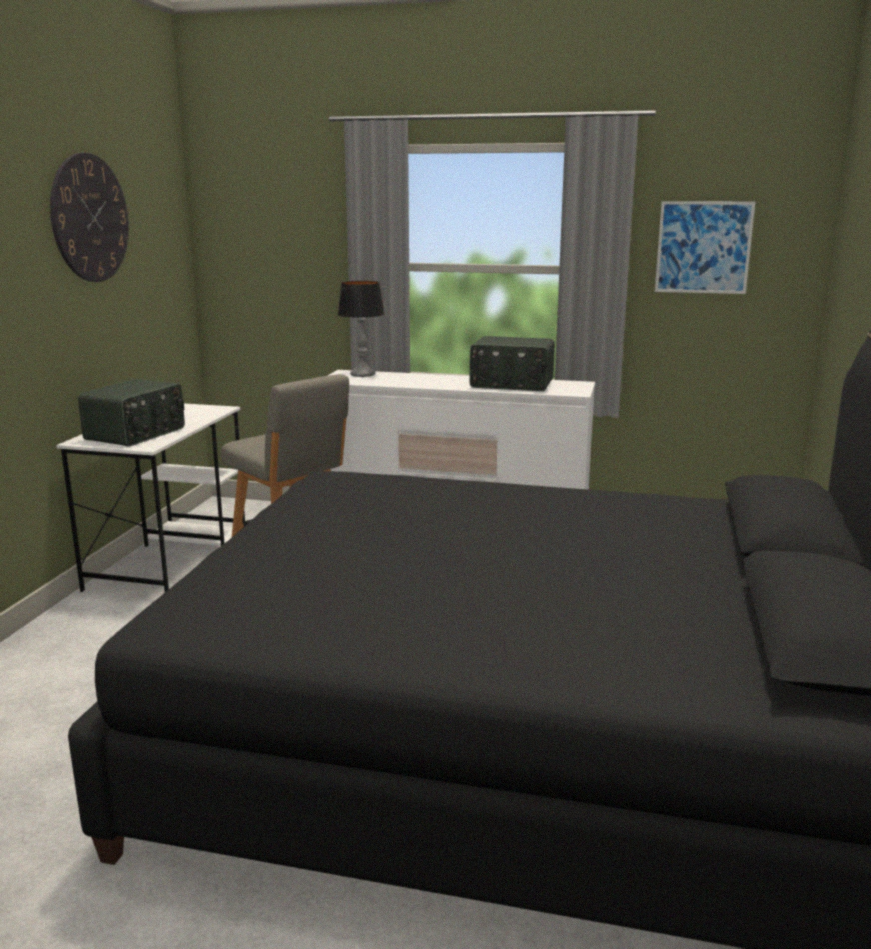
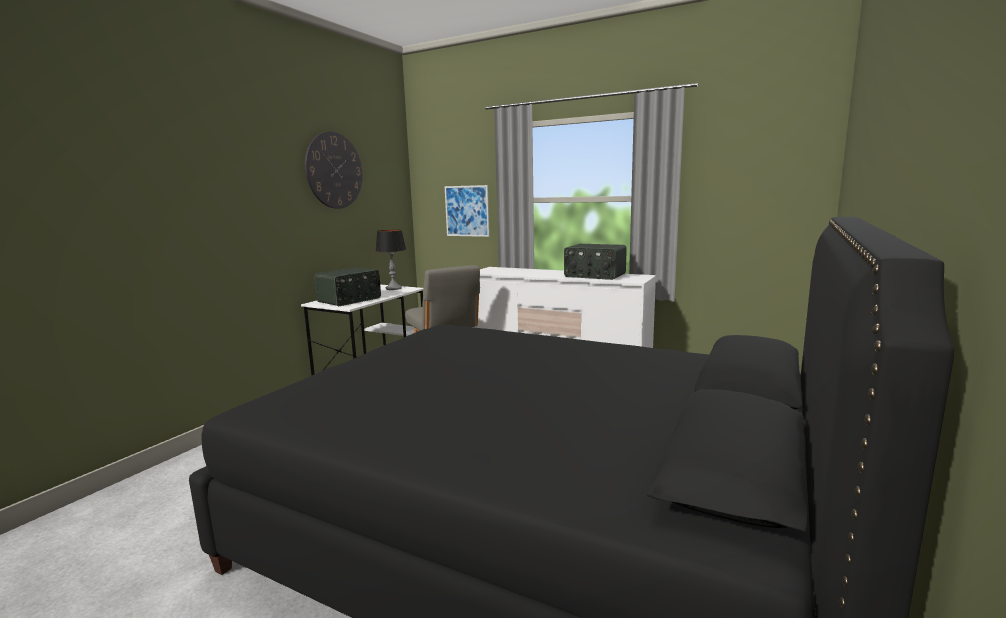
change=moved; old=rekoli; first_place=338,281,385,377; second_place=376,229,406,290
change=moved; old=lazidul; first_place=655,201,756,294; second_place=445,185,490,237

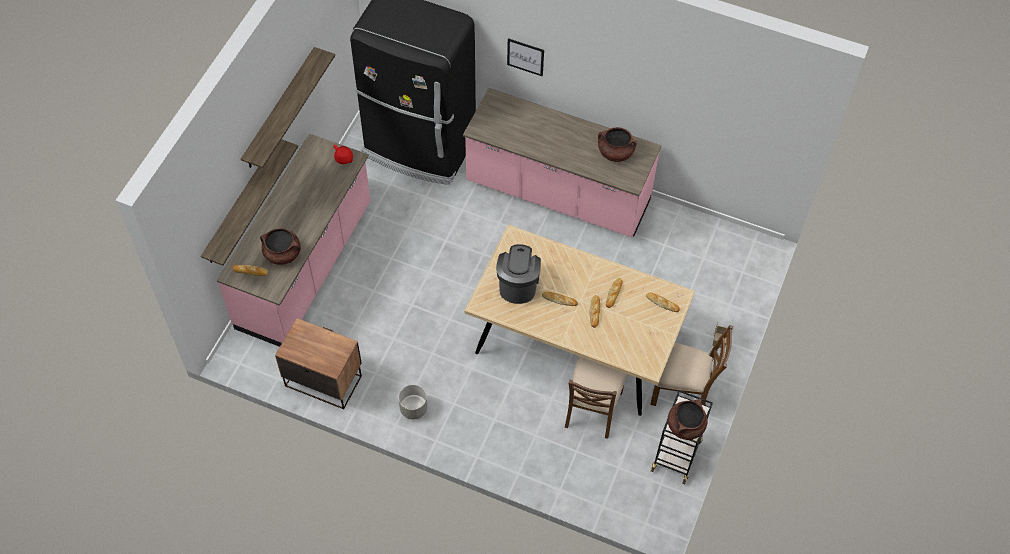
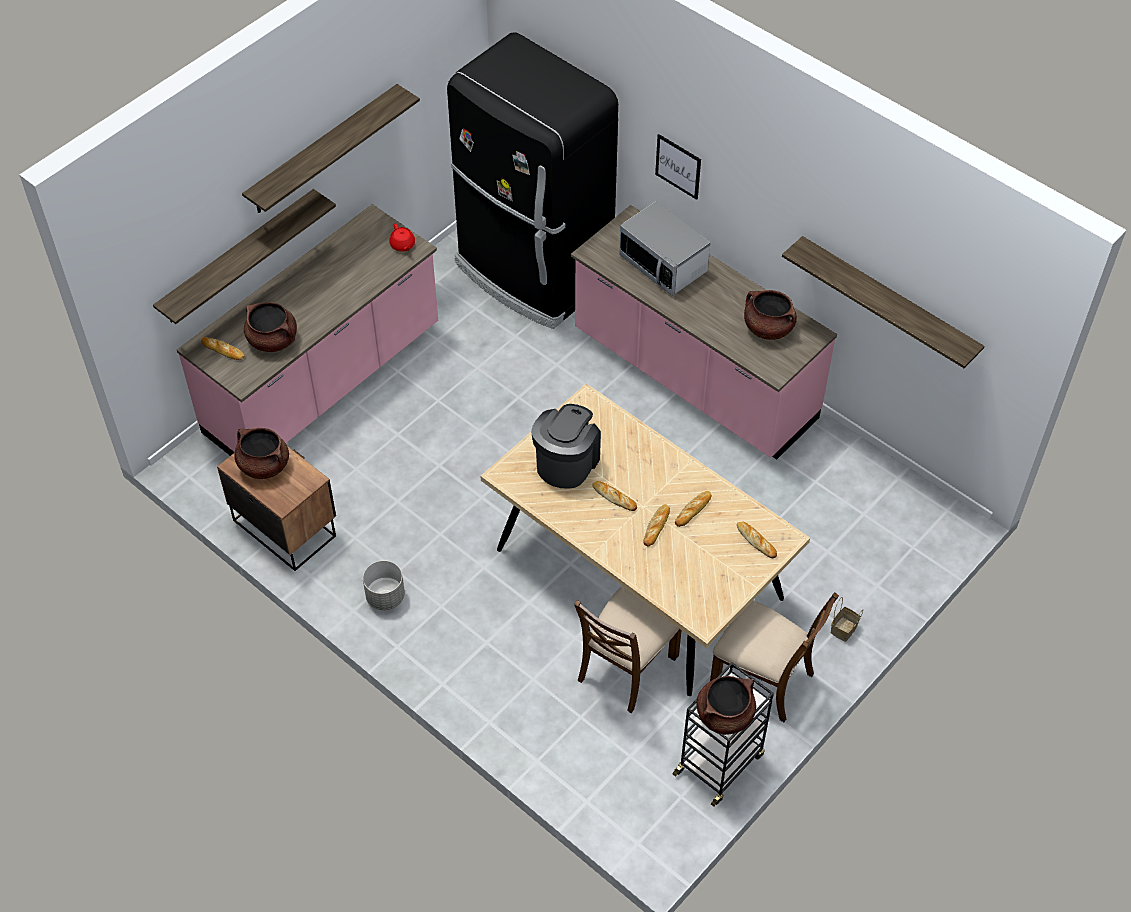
change=added; new=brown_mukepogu; second_place=234,428,289,479
change=added; new=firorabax; second_place=619,201,711,296
change=added; new=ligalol; second_place=782,236,985,368

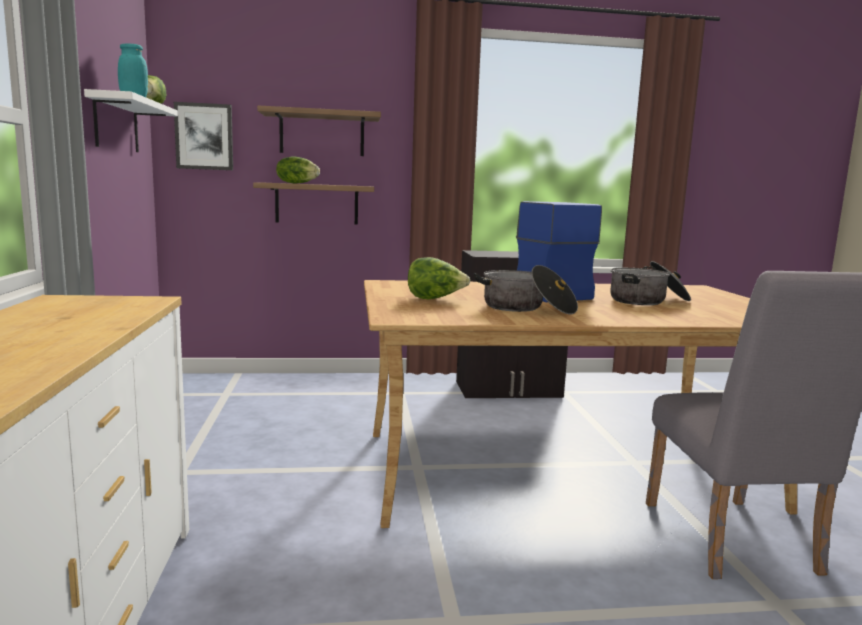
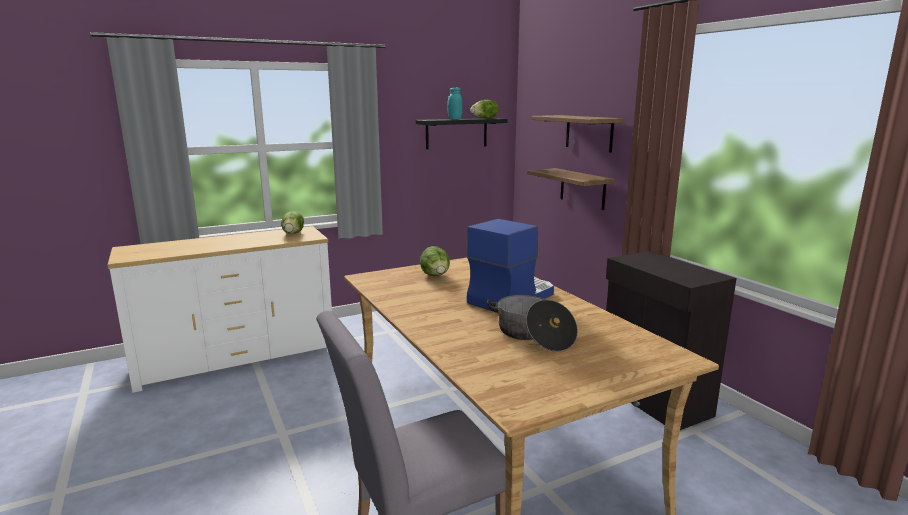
change=moved; old=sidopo; first_place=276,157,320,183; second_place=281,211,304,234
change=recoloured; old=white_ligalol; new=black_ligalol; first_place=84,89,178,152; second_place=416,118,507,149
change=removed; old=lazidul; first_place=174,102,233,170
change=removed; old=mukepogu; first_place=473,265,578,315

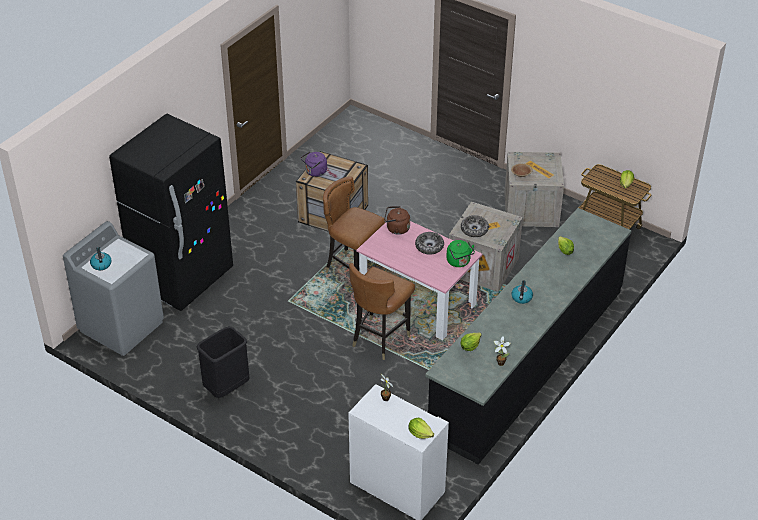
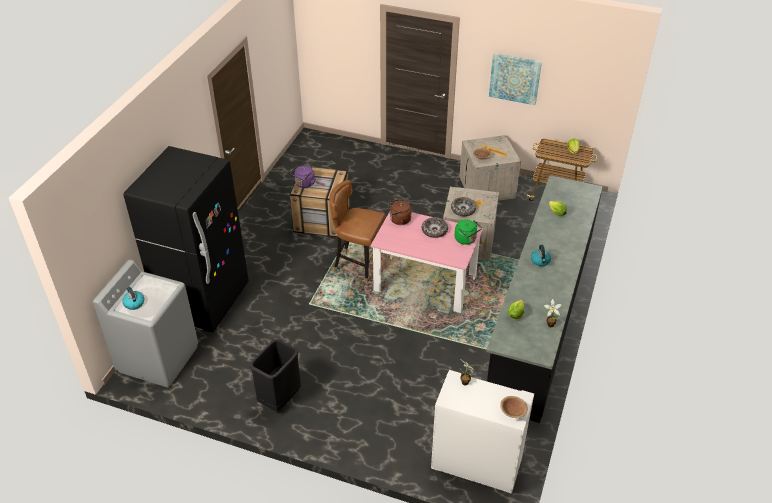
change=added; new=lazidul; second_place=489,53,542,105
change=replaced; old=sidopo; new=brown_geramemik; first_place=408,417,434,439; second_place=500,396,528,418
change=removed; old=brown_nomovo; first_place=349,263,415,360

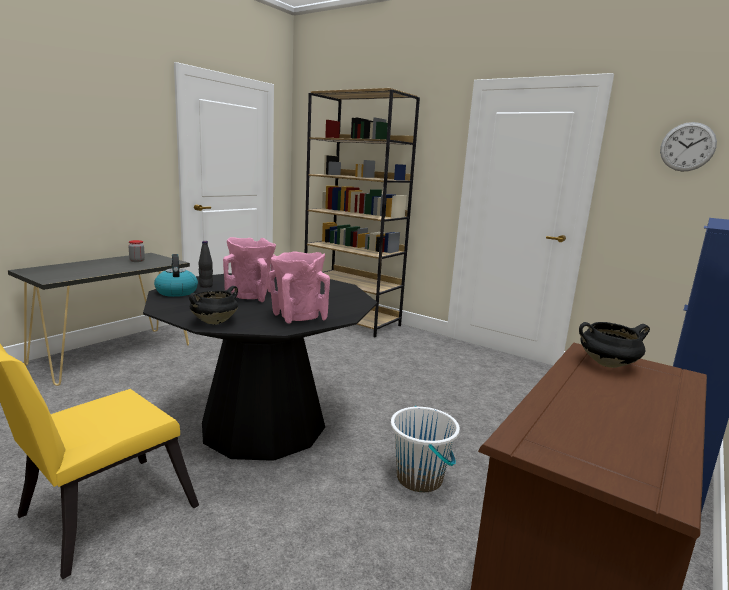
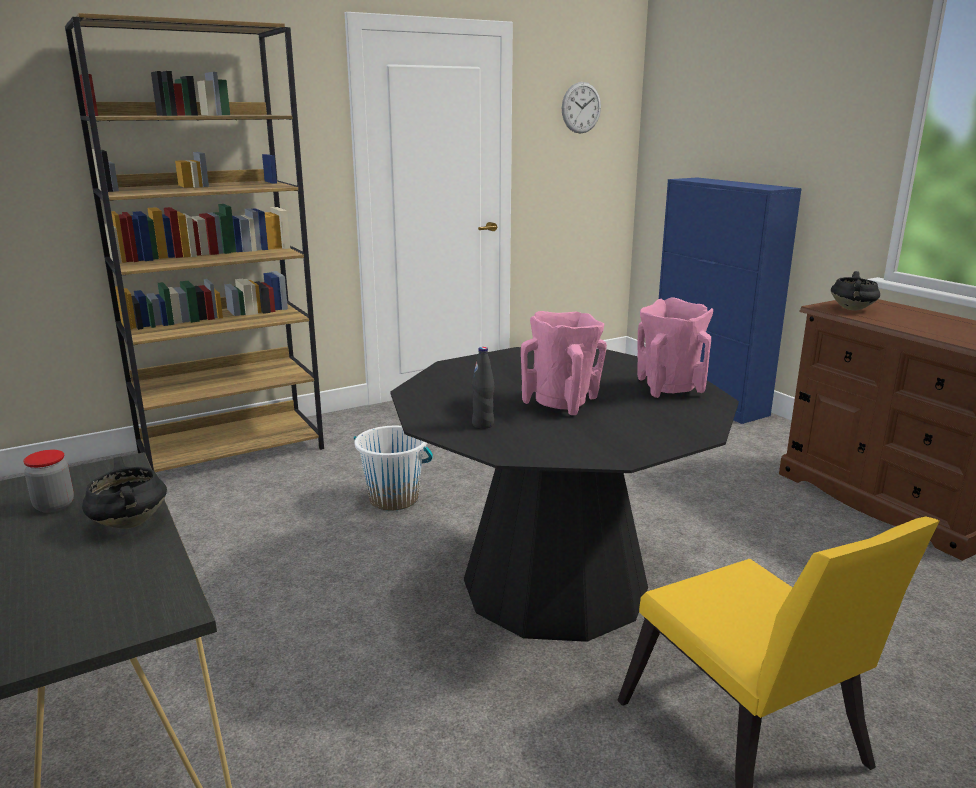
change=moved; old=black_mukepogu; first_place=189,286,238,324; second_place=82,457,167,529
change=moved; old=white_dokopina; first_place=391,406,460,492; second_place=354,426,433,511
change=removed; old=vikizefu; first_place=154,254,198,297

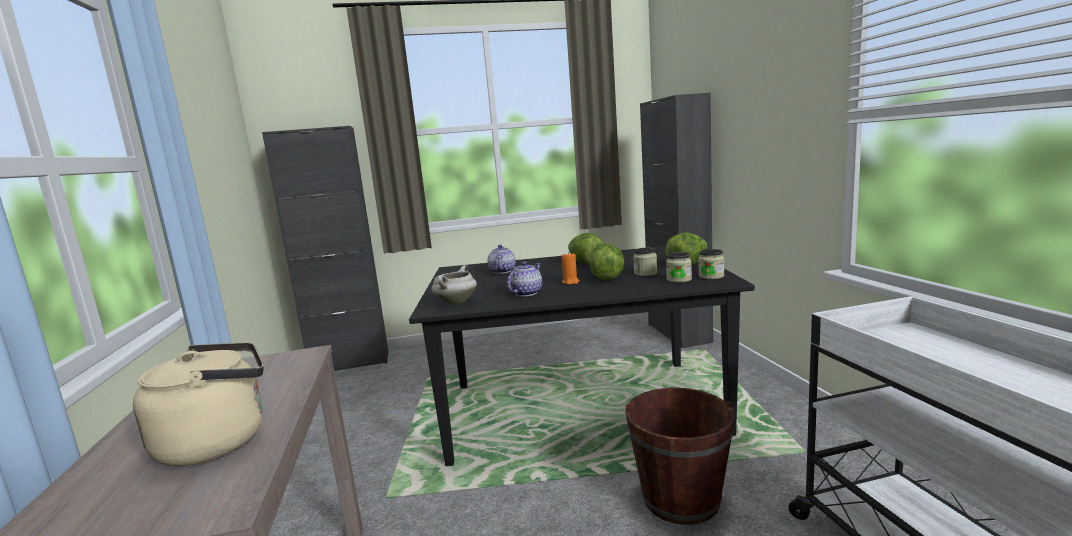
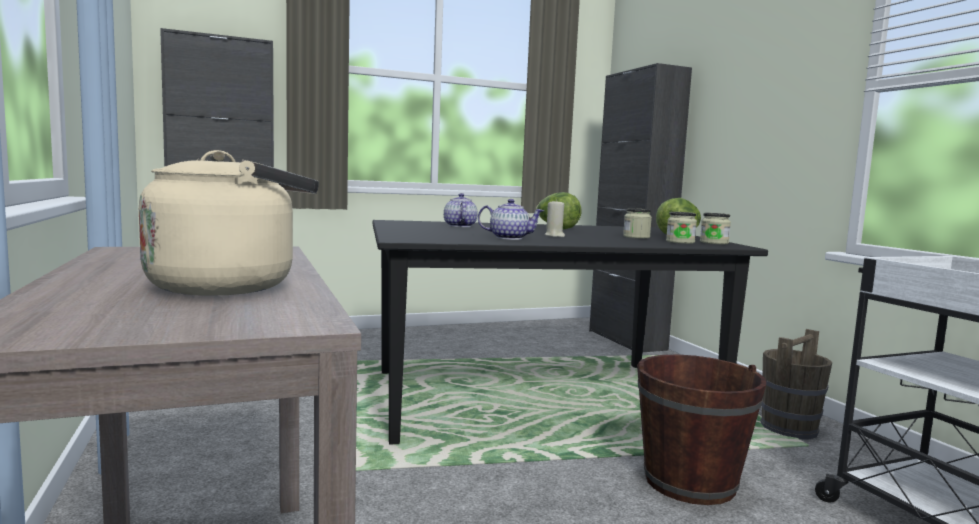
change=turned; old=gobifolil; first_place=507,261,542,296; second_place=478,199,544,240; degrees=75
change=recoloured; old=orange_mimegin; new=beige_mimegin; first_place=562,252,580,284; second_place=544,199,565,237
change=added; new=brown_dokopina; second_place=761,329,832,439
change=removed; old=white_mukepogu; first_place=432,265,477,304
change=removed; old=sidopo; first_place=589,244,625,280

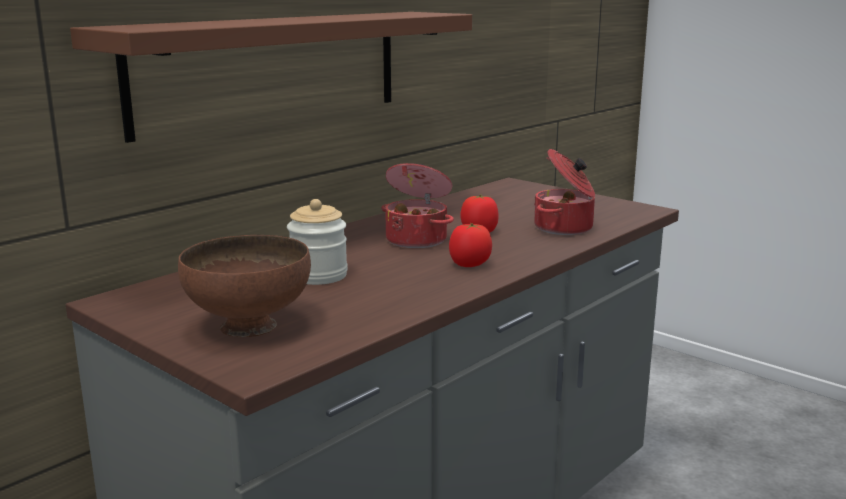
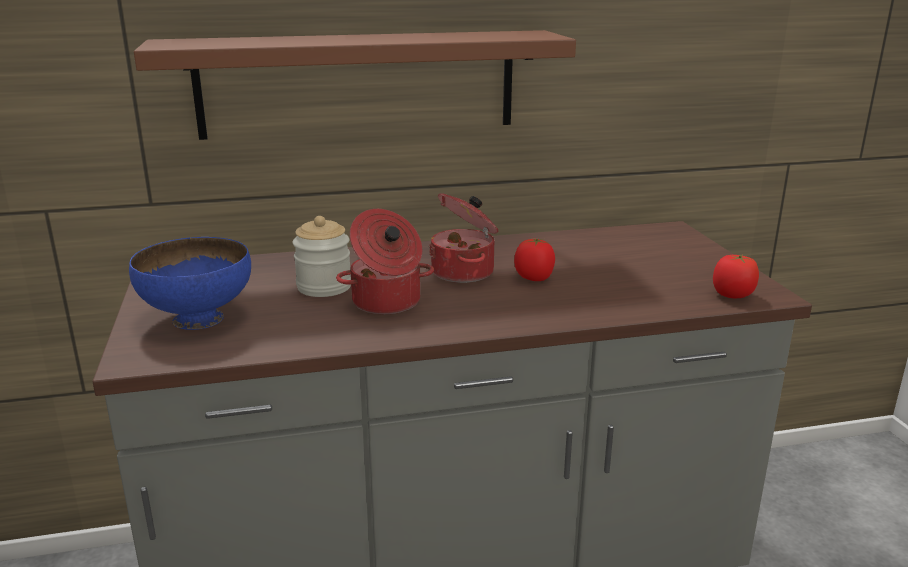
change=recoloured; old=brown_geramemik; new=blue_geramemik; first_place=178,235,311,337; second_place=129,237,251,330
change=moved; old=mukepogu; first_place=534,149,595,235; second_place=336,209,434,314
change=moved; old=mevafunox; first_place=449,223,492,267; second_place=713,255,759,298

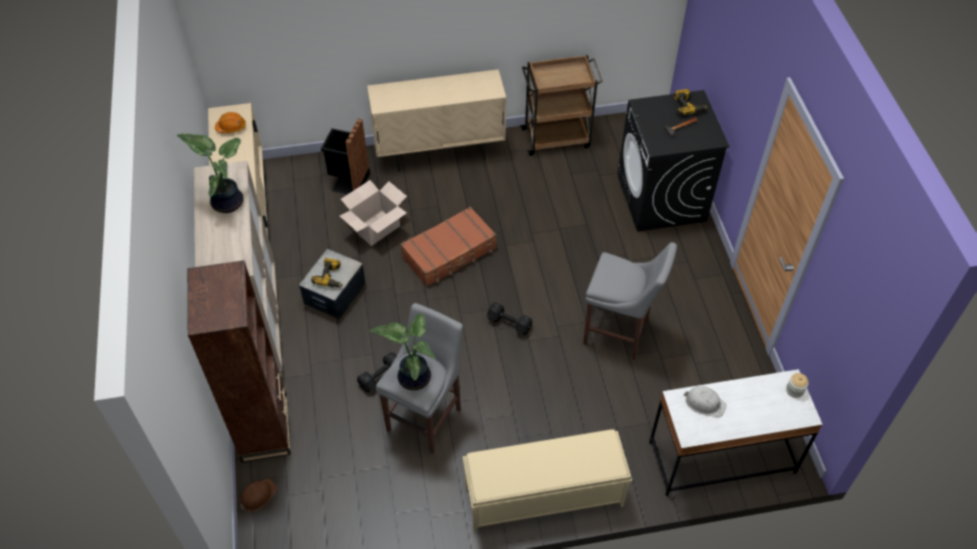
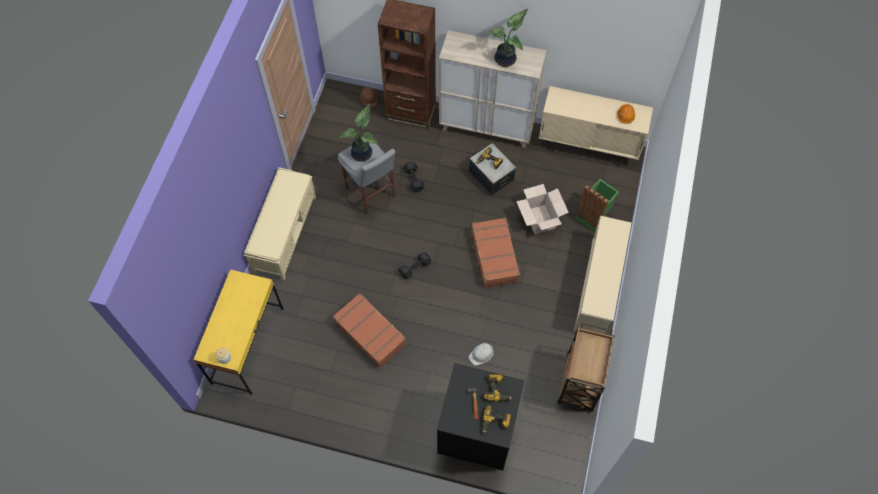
change=recoloured; old=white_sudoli; new=yellow_sudoli; first_place=649,369,823,496; second_place=193,269,283,395
change=replaced; old=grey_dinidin; new=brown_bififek; first_place=583,242,677,360; second_place=332,293,406,369
change=moved; old=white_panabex; first_place=684,386,726,417; second_place=469,343,494,366
change=added; new=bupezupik; second_place=483,374,512,401
change=replaced; old=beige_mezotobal; new=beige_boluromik; first_place=367,69,506,172; second_place=574,216,632,334
change=recoloured; old=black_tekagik; new=green_tekagik; first_place=321,119,370,195; second_place=575,179,619,232

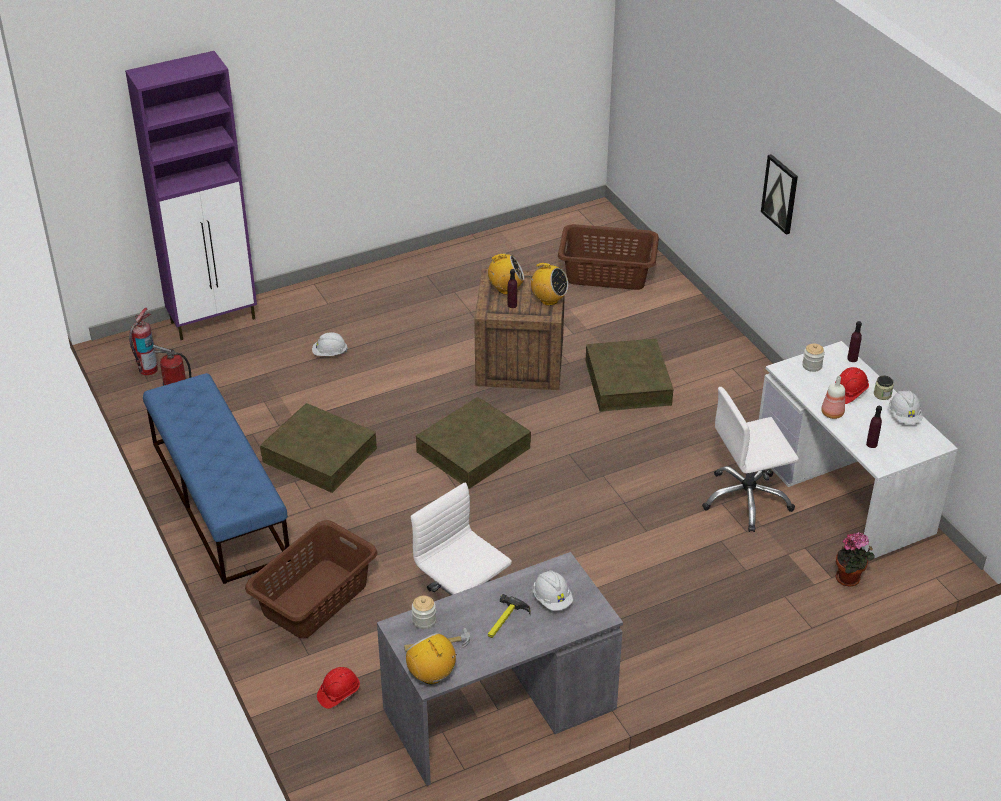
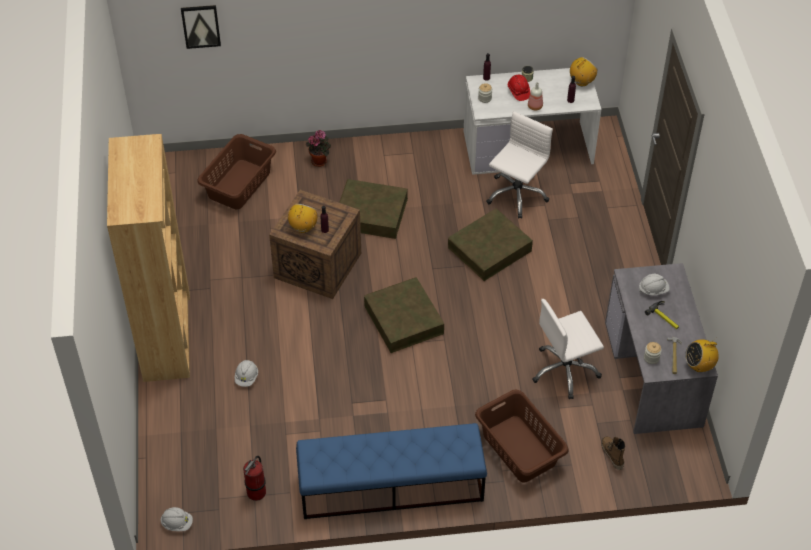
change=added; new=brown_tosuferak; second_place=107,134,190,382
change=moved; old=white_panabex; first_place=889,390,922,424; second_place=160,507,193,531
change=moved; old=lazidul; first_place=761,154,798,235; second_place=181,5,221,49
change=moved; old=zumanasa; first_place=836,532,875,587; second_place=306,130,331,167
change=moved; old=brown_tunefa; first_place=260,403,377,493; second_place=448,208,533,281
change=turned; old=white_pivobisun; first_place=702,387,799,532; second_place=486,111,553,219; degrees=-150
change=moved; old=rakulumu; first_place=530,263,568,306; second_place=570,57,598,86
change=replaced; old=red_panabex; new=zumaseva; first_place=317,667,360,709; second_place=601,436,625,470
change=removed; old=purple_mezotobal; first_place=125,51,257,340
change=removed; old=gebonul; first_place=129,308,158,375

